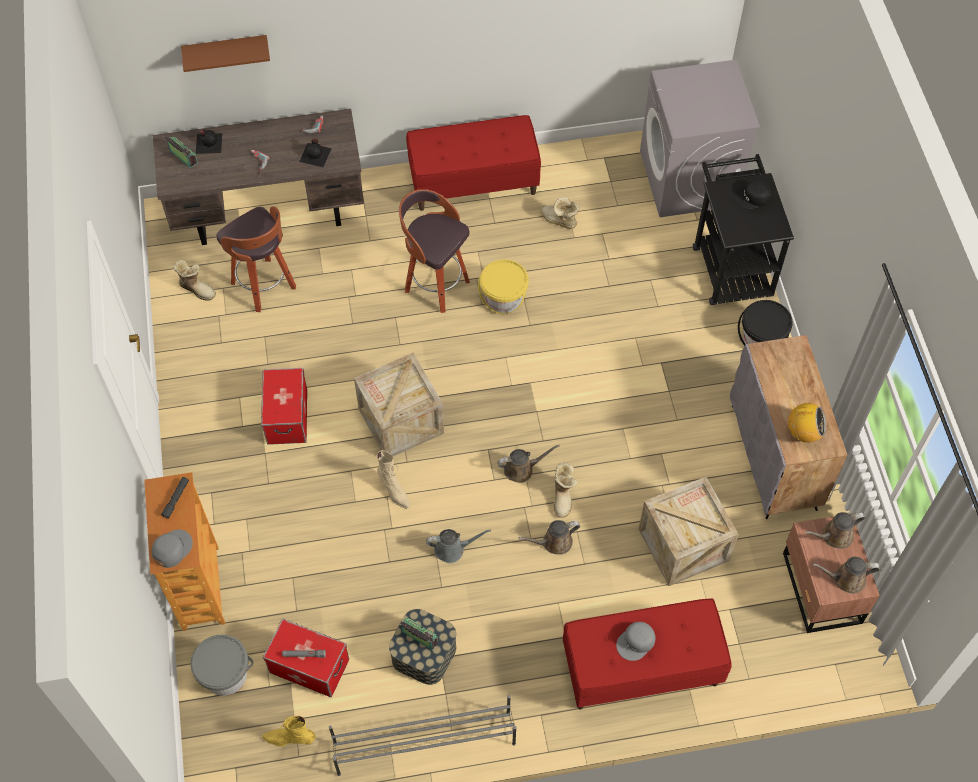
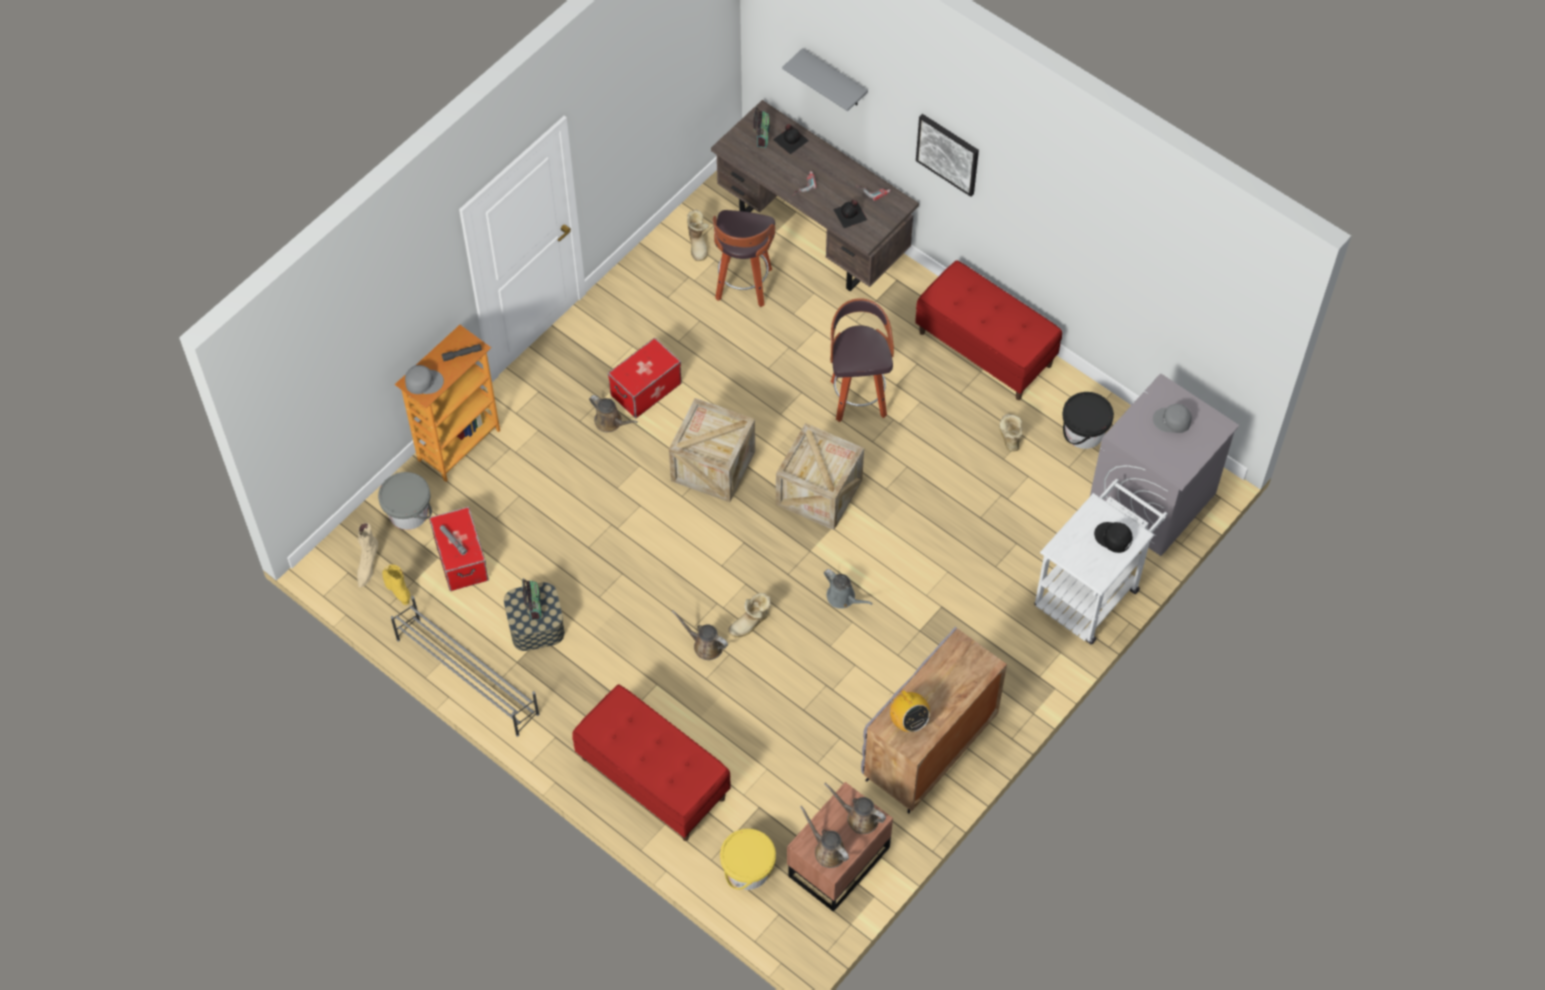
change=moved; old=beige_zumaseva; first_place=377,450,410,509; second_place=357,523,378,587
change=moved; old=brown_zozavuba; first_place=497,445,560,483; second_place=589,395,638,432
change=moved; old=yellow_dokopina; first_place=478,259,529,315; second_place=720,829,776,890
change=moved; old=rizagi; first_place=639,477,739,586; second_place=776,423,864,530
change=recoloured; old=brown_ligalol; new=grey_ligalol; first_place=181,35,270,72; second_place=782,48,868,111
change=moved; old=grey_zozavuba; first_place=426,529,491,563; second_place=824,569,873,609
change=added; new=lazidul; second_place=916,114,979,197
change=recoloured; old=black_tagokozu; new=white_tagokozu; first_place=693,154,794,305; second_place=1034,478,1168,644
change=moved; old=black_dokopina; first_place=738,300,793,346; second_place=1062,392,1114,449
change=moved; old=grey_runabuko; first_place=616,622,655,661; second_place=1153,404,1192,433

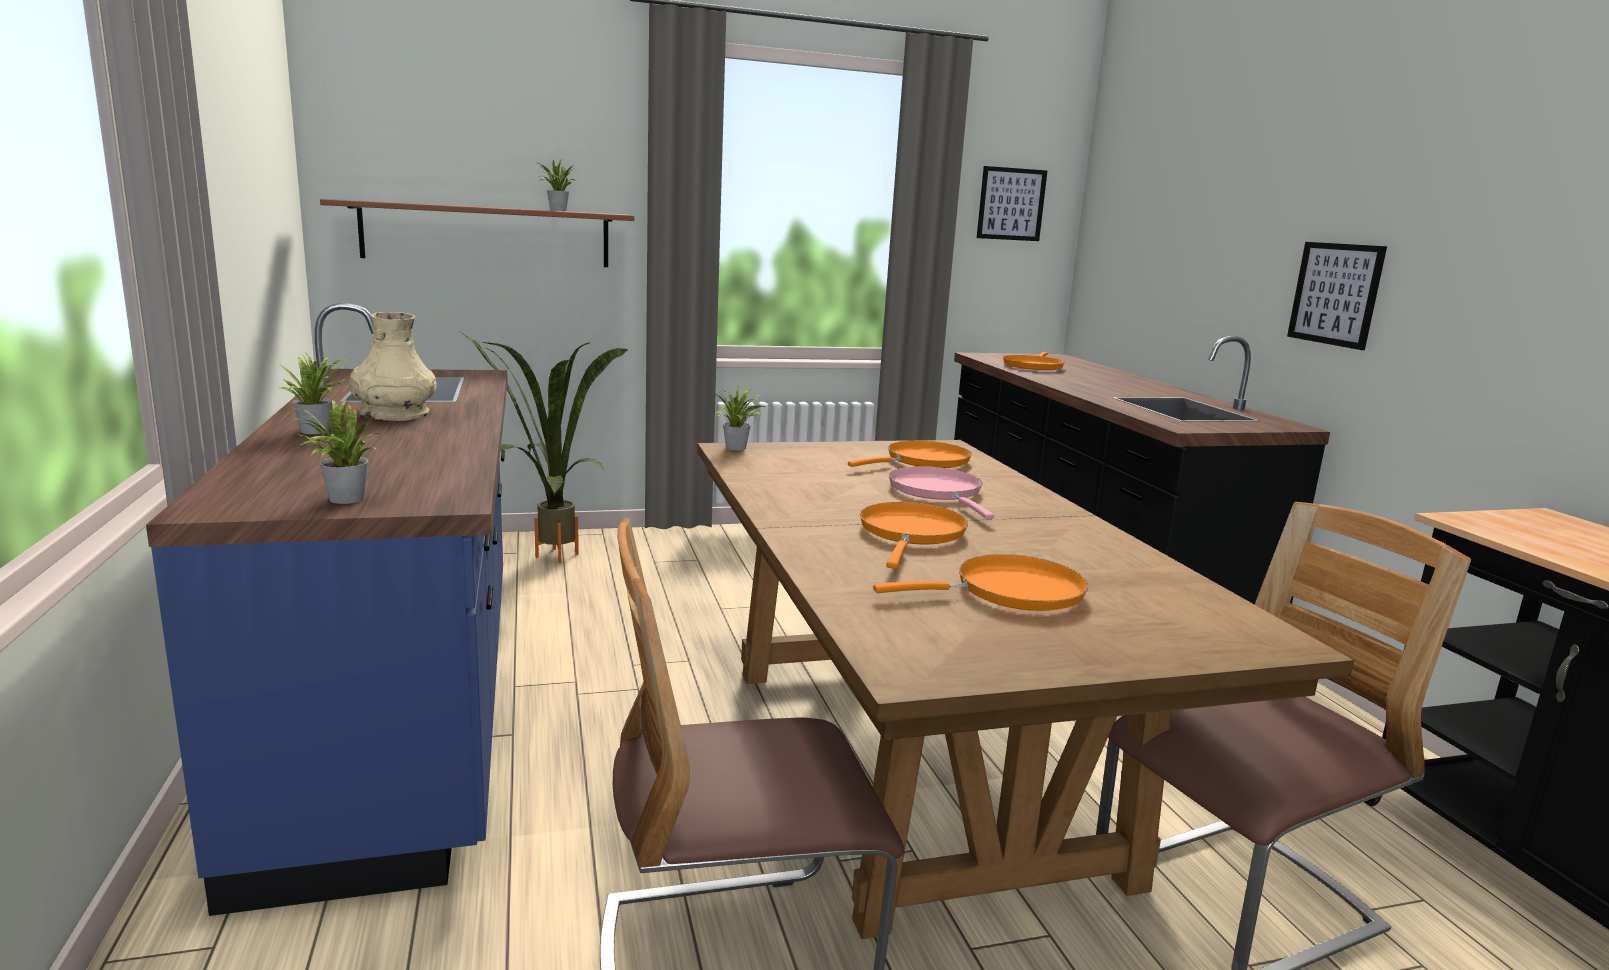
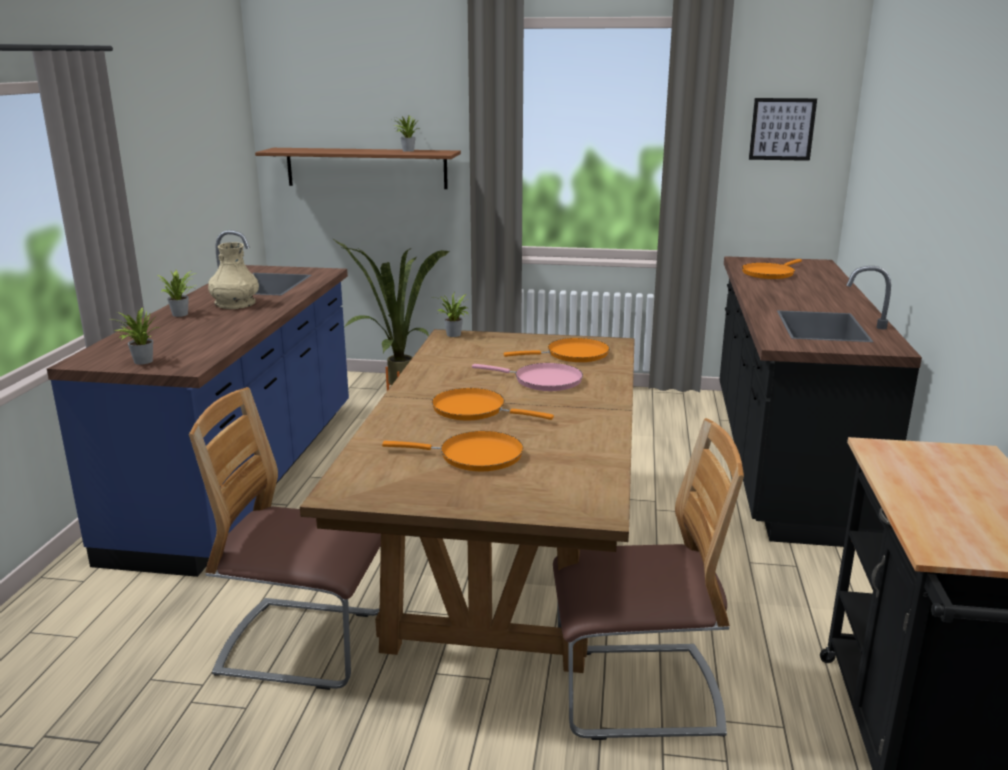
change=turned; old=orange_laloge; first_place=860,502,968,569; second_place=432,388,554,420; degrees=-105
change=turned; old=pink_laloge; first_place=889,466,994,519; second_place=472,363,583,391; degrees=105
change=removed; old=lazidul; first_place=1287,242,1387,350

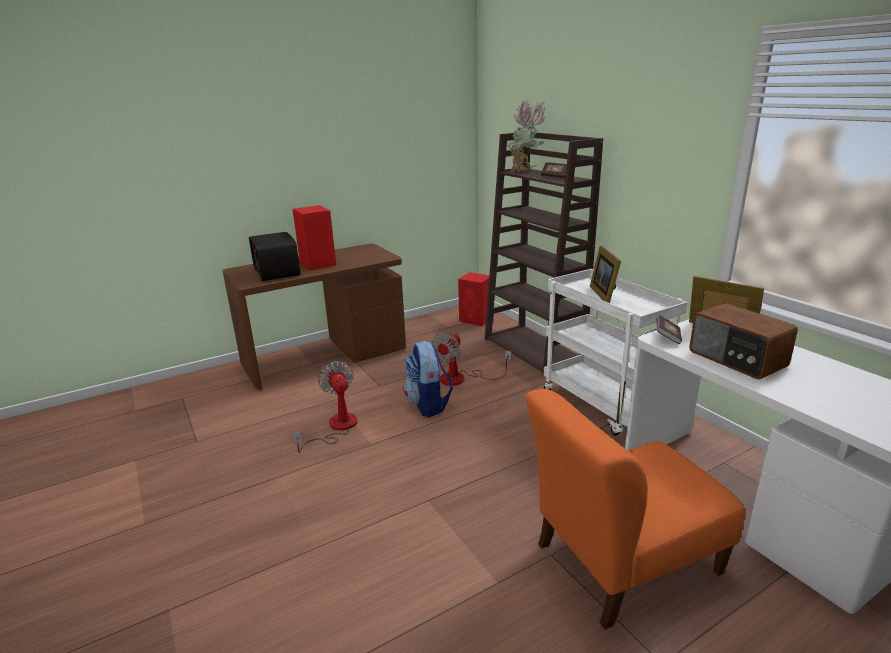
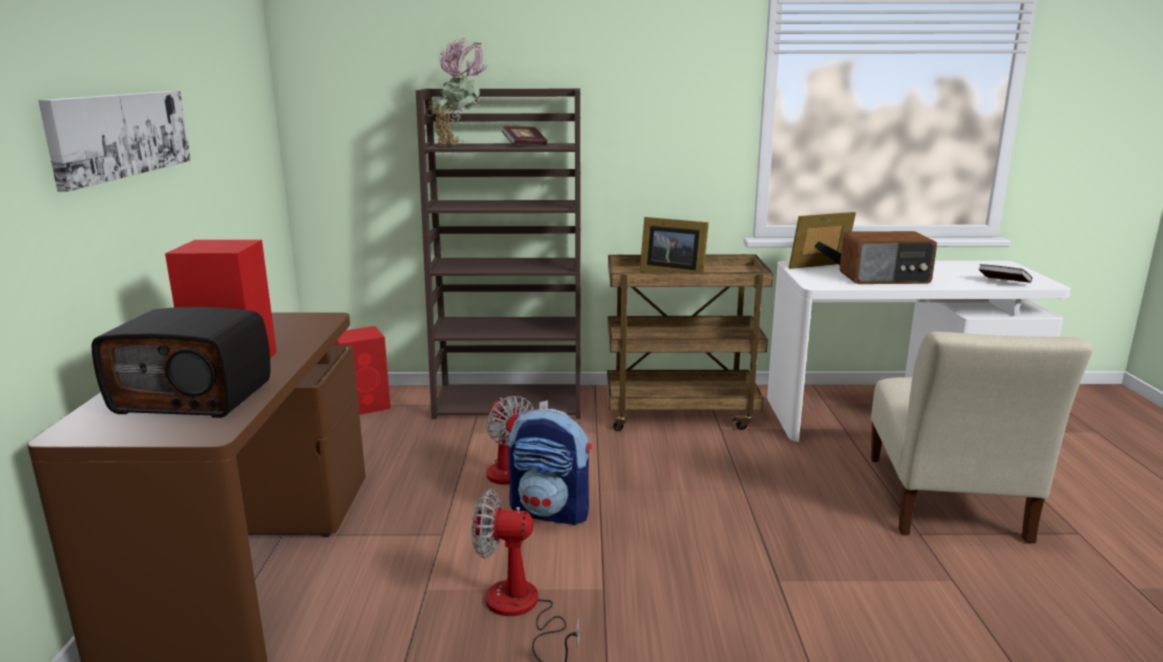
change=added; new=lazidul; second_place=38,91,191,192
change=recoloured; old=white_tagokozu; new=brown_tagokozu; first_place=544,269,687,436; second_place=607,254,773,431
change=recoloured; old=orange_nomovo; new=beige_nomovo; first_place=526,389,746,630; second_place=871,332,1093,543
change=moved; old=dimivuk; first_place=657,315,682,344; second_place=979,264,1032,283

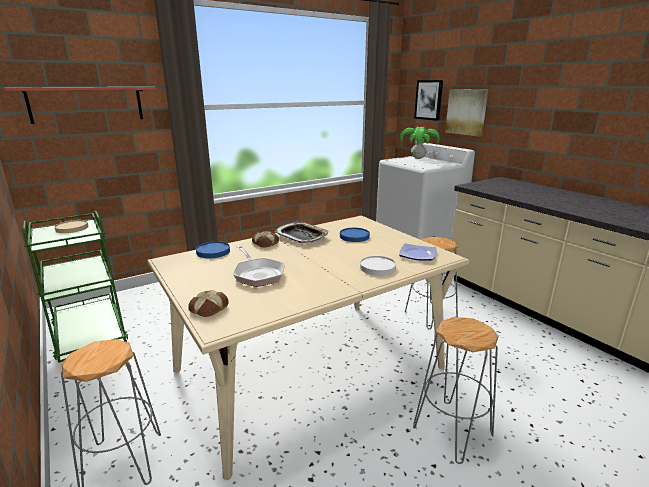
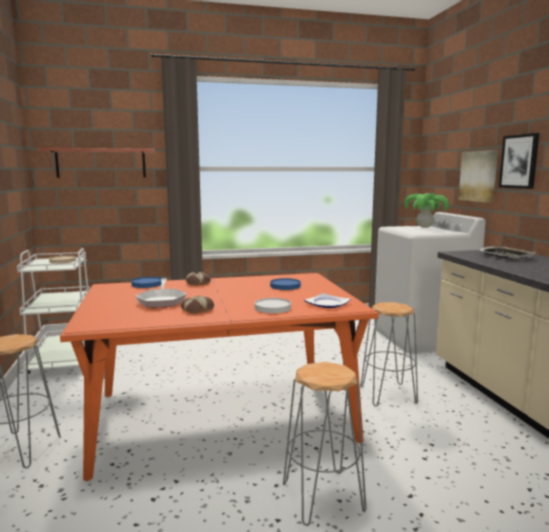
change=recoloured; old=green_tagokozu; new=white_tagokozu; first_place=23,211,128,363; second_place=17,248,90,374
change=recoloured; old=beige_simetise; new=orange_simetise; first_place=147,216,469,480; second_place=60,273,379,481
change=moved; old=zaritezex; first_place=188,290,229,317; second_place=181,296,214,314
change=moved; old=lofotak; first_place=275,222,329,244; second_place=477,246,535,260
change=moved; old=lazidul; first_place=414,80,443,121; second_place=499,133,539,189

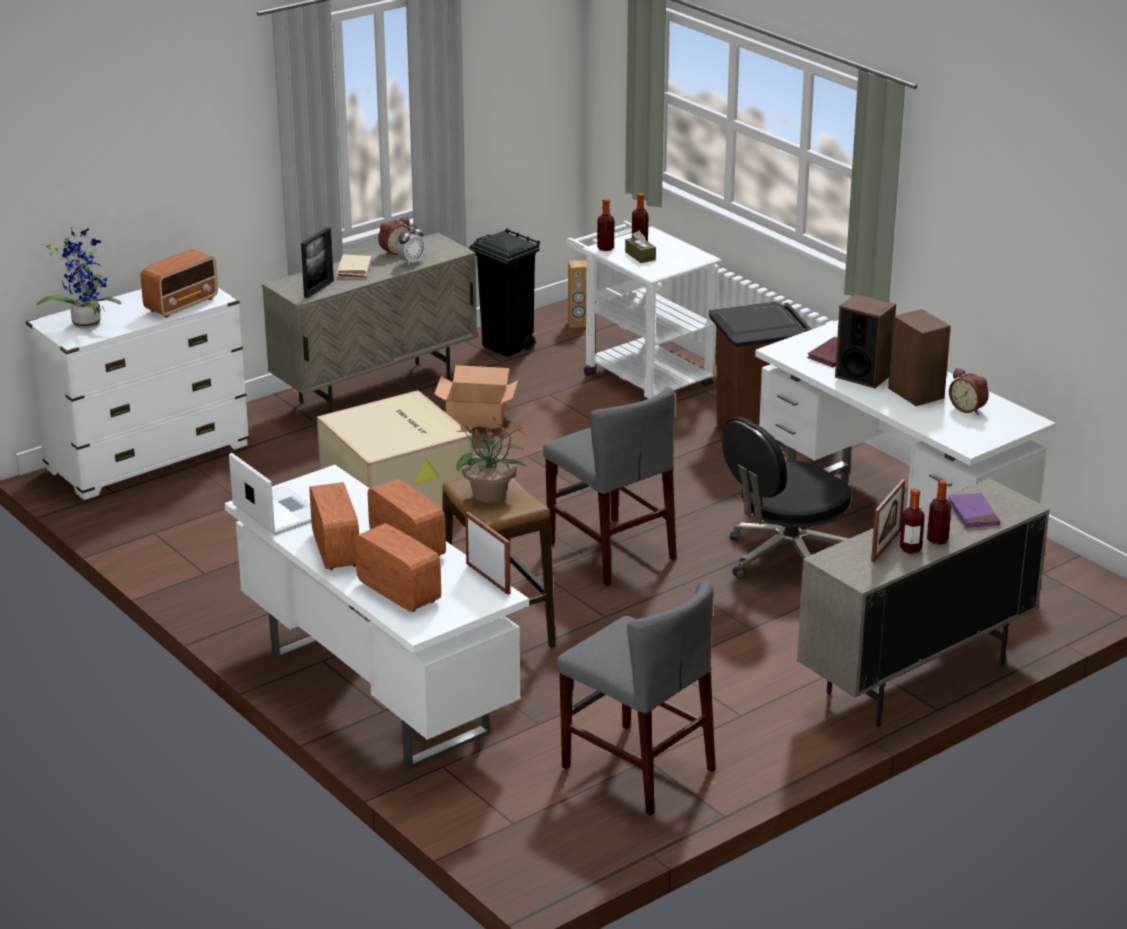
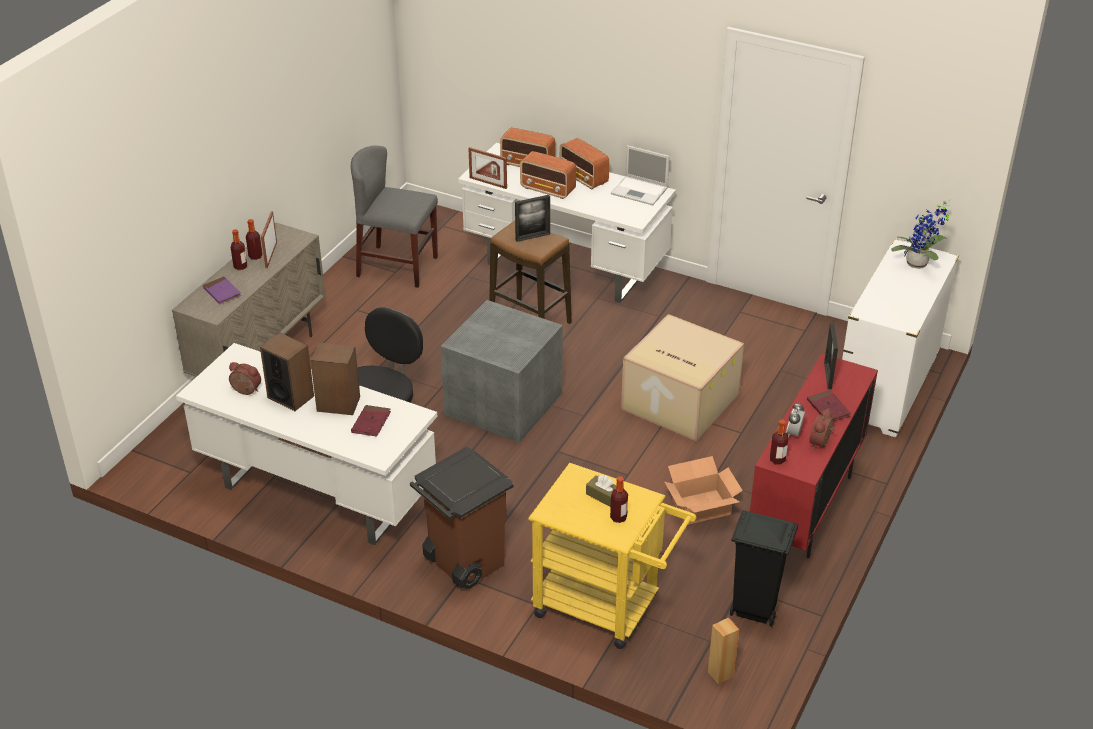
change=replaced; old=grey_nomovo; new=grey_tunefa; first_place=543,387,677,586; second_place=441,300,563,443
change=replaced; old=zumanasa; new=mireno; first_place=456,416,526,502; second_place=515,195,550,242
change=recoloured; old=white_tagokozu; new=yellow_tagokozu; first_place=566,221,722,401; second_place=528,463,696,649
change=recoloured; old=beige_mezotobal; new=red_mezotobal; first_place=262,233,477,413; second_place=750,354,878,559
change=moved; old=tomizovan; first_place=597,198,614,251; second_place=770,420,788,465
change=recoloured; old=beige_dimivuk; new=red_dimivuk; first_place=337,254,371,279; second_place=807,390,851,421
change=removed; old=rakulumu; first_place=141,249,218,318

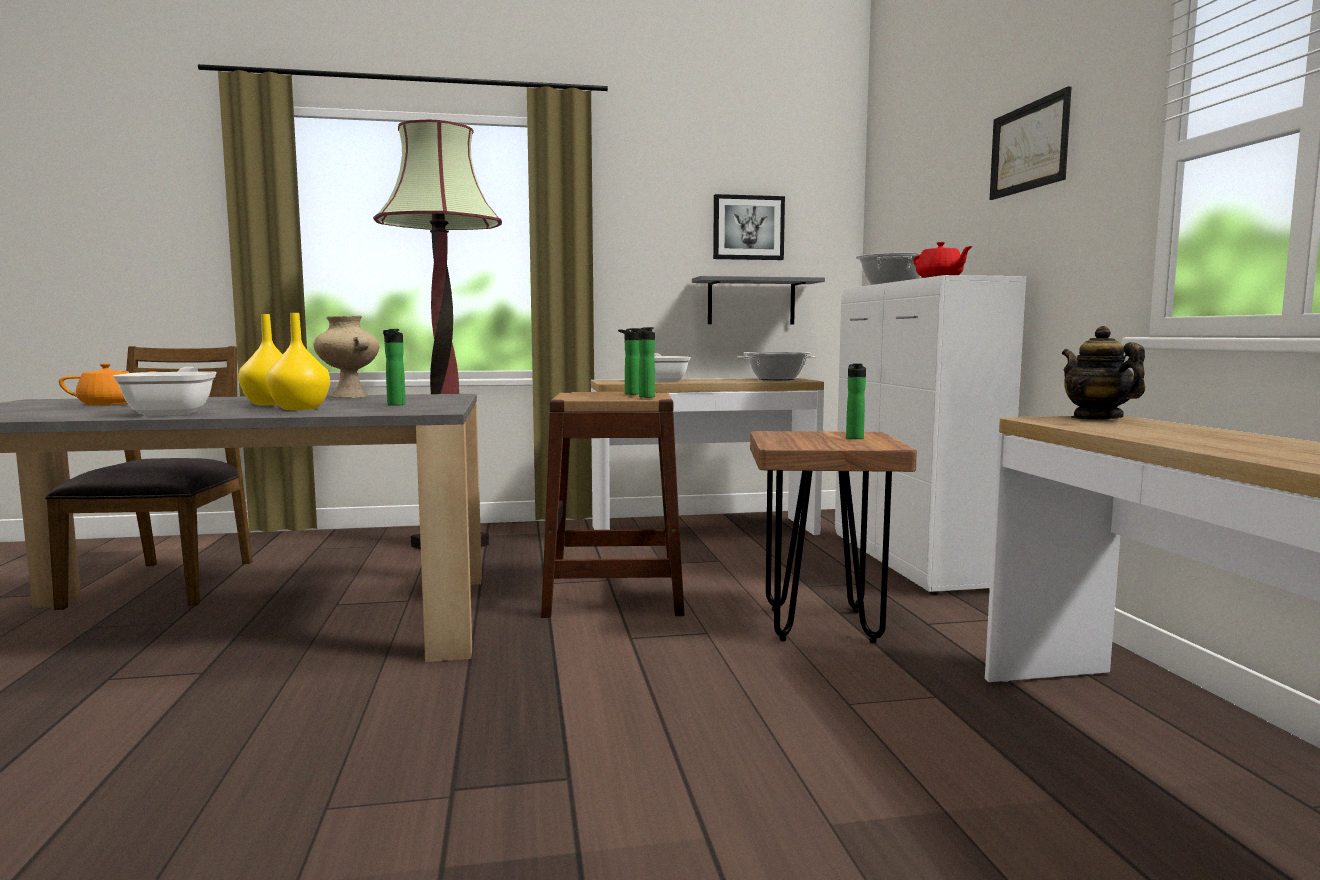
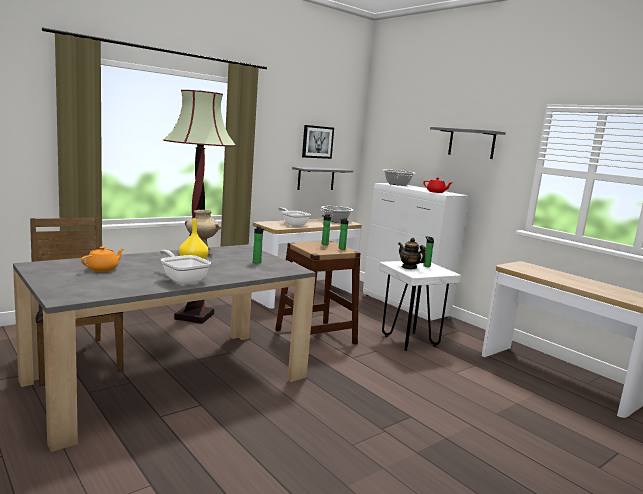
change=recoloured; old=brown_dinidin; new=white_dinidin; first_place=750,431,917,643; second_place=379,261,461,351
change=moved; old=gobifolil; first_place=1062,326,1145,420; second_place=398,238,426,269
change=replaced; old=lazidul; new=grey_ligalol; first_place=990,86,1072,200; second_place=430,127,506,159
change=removed; old=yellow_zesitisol; first_place=266,313,330,410

